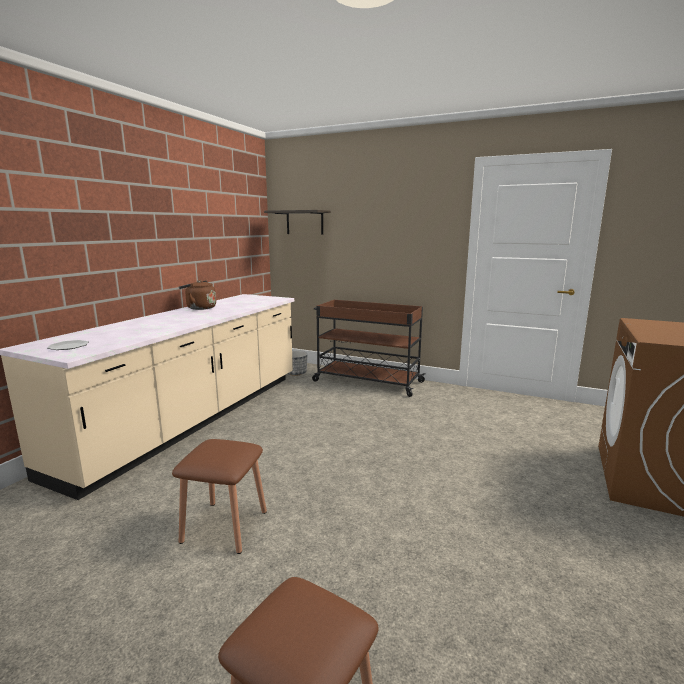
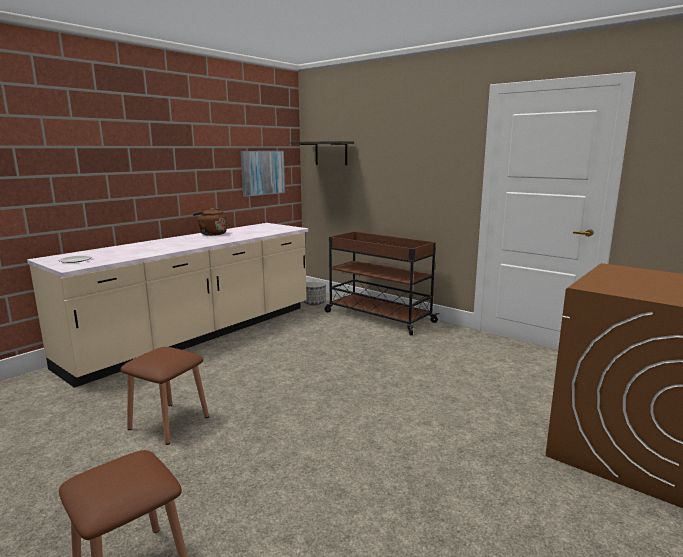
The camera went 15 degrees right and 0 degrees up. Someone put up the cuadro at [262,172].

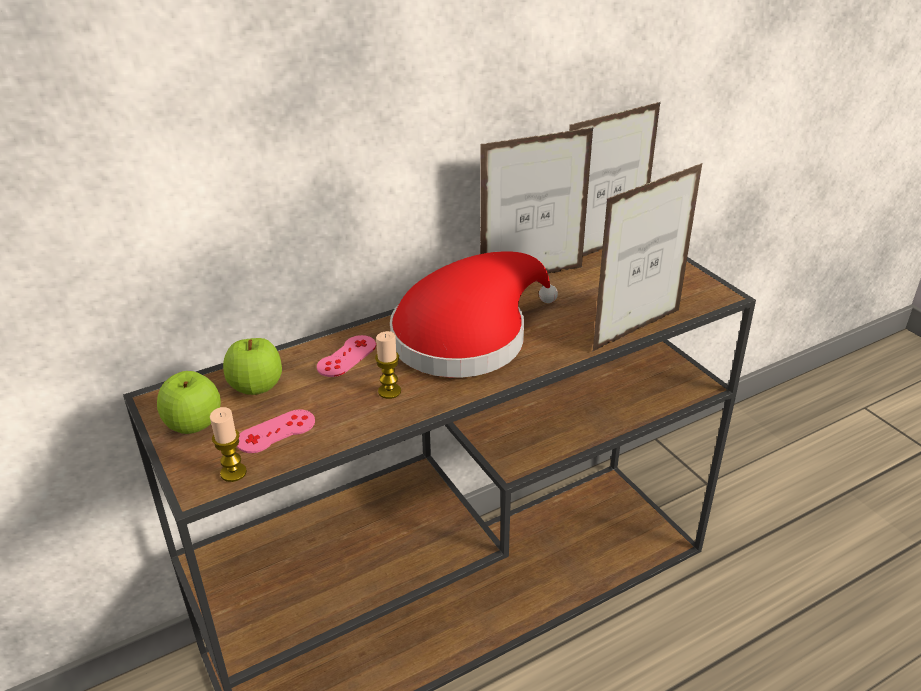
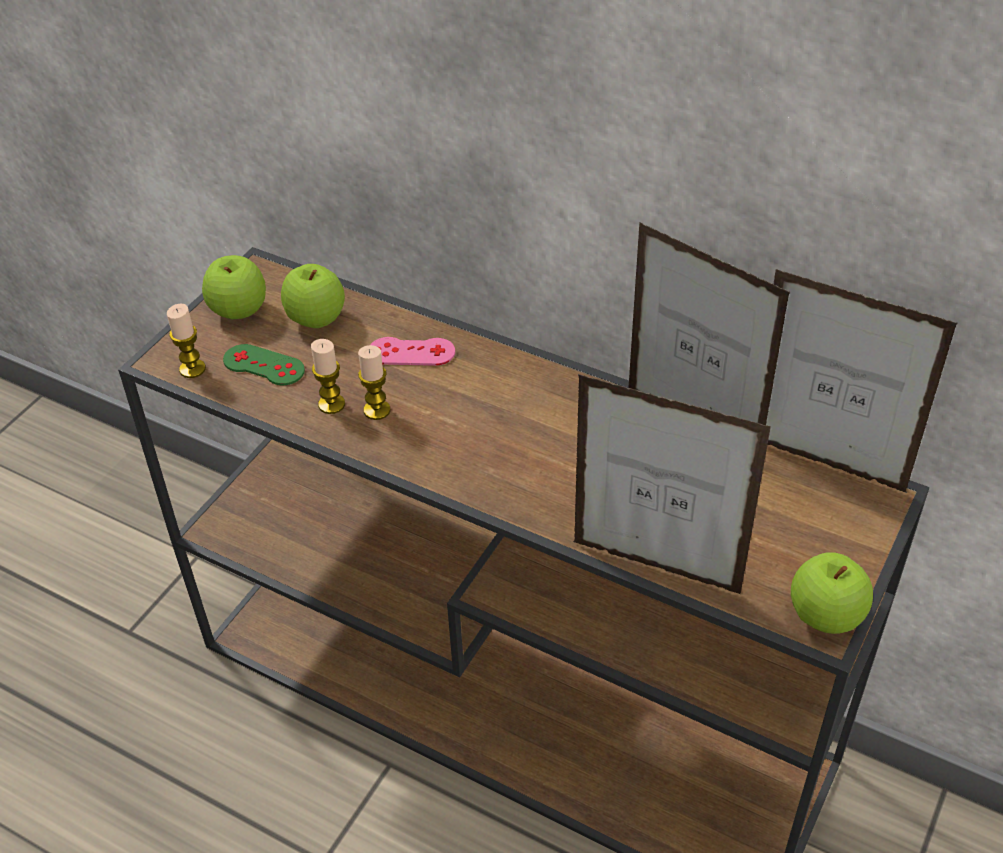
The camera went 60 degrees right and 10 degrees up. Someone took away the sombrero (rojo) at [467,336]. Someone put down the vela at [331,404]. Someone put down the manzana at [825,616]. Someone repainted the mando de consola (rosa) at [276,431], which became the mando de consola (verde) at [264,365].

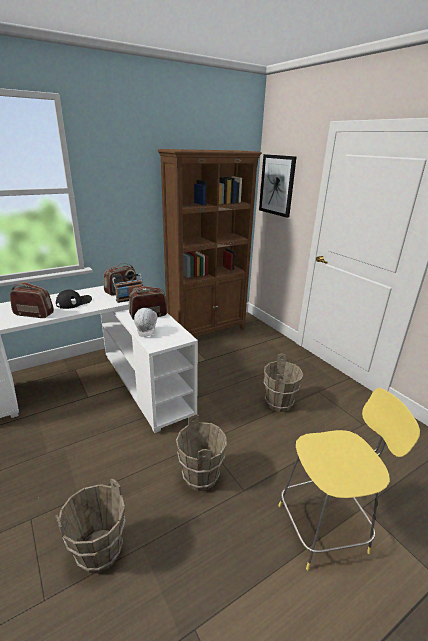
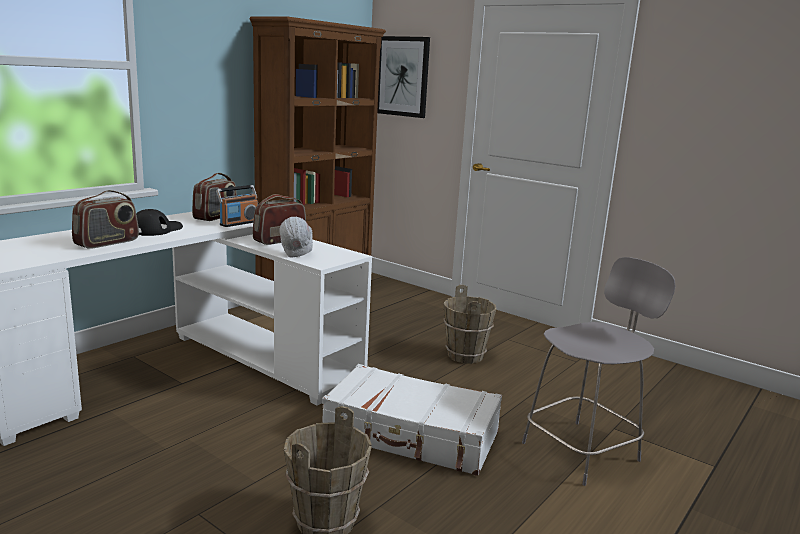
The camera went 20 degrees left and 10 degrees down. Someone swapped the cubo (marrón) at [201,476] for the maleta (blanco) at [411,435]. Someone repainted the taburete (amarillo) at [325,527], which became the taburete (gris) at [583,450]. Someone rotated the radio at [34,314] by 135 degrees clockwise.

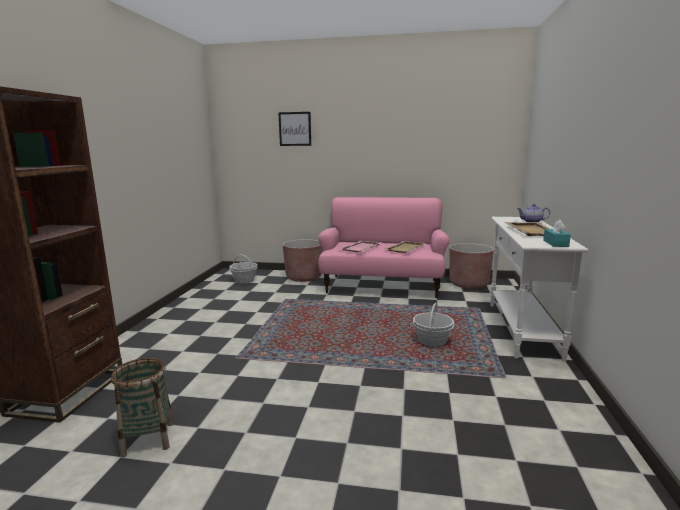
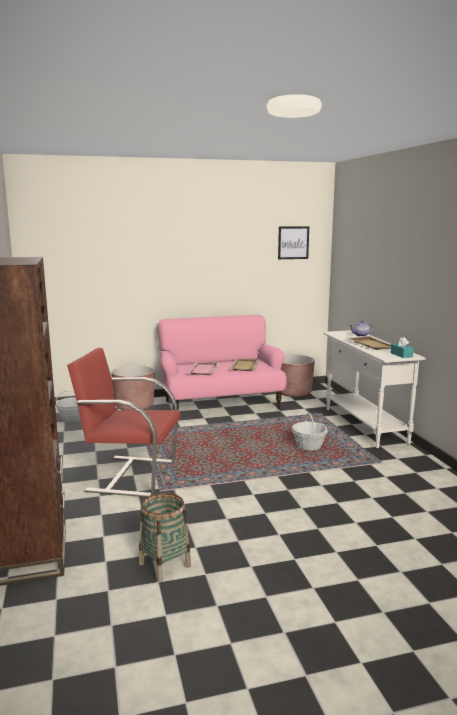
The camera went 25 degrees left and 0 degrees up. Someone put down the sillón (rojo) at [131,475]. Someone carried the cuadro from [295,129] to [293,242].

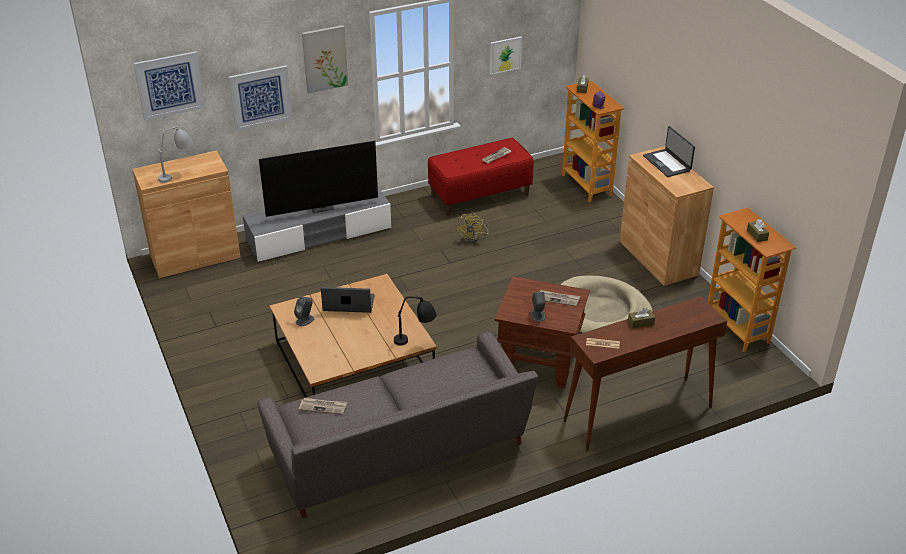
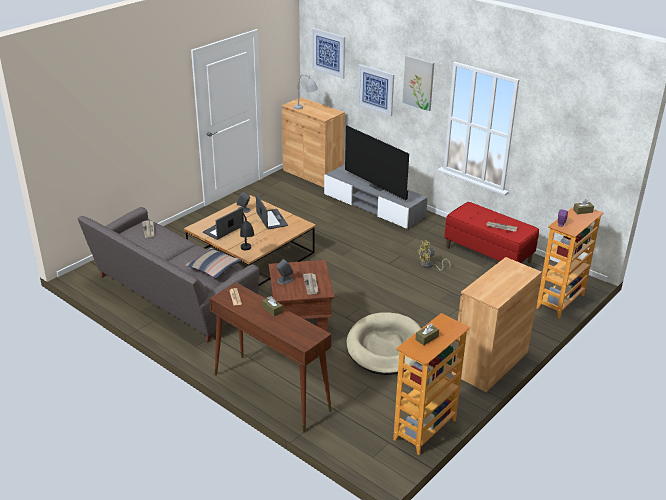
The camera went 65 degrees right and 5 degrees down. Someone took away the cuadro at [505,55]. Someone put down the cojín at [214,267]. Someone carried the portátil from [667,163] to [224,229].

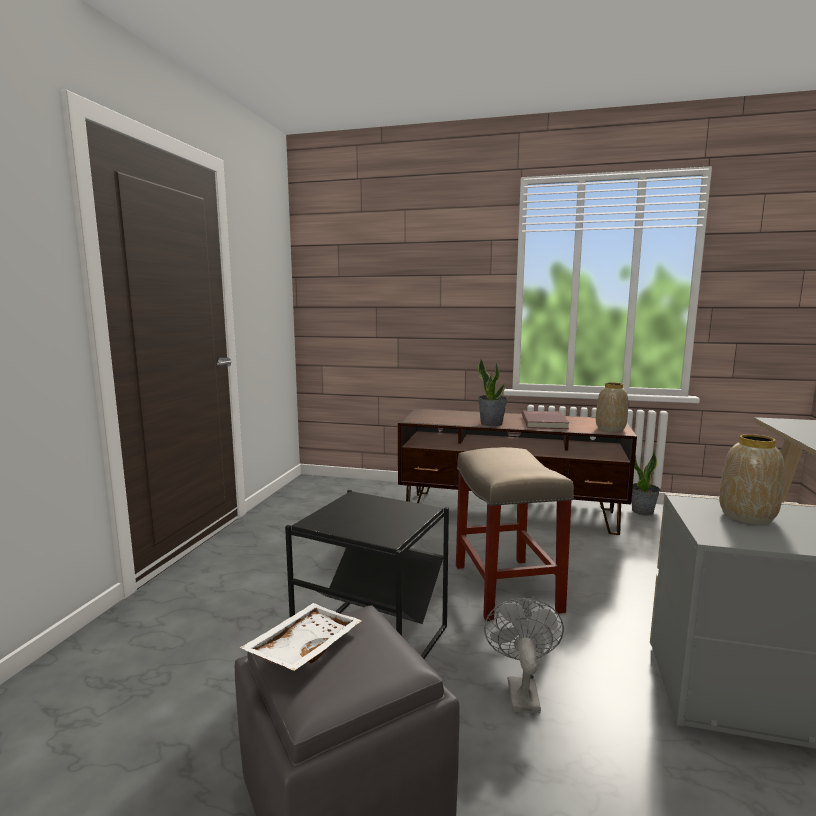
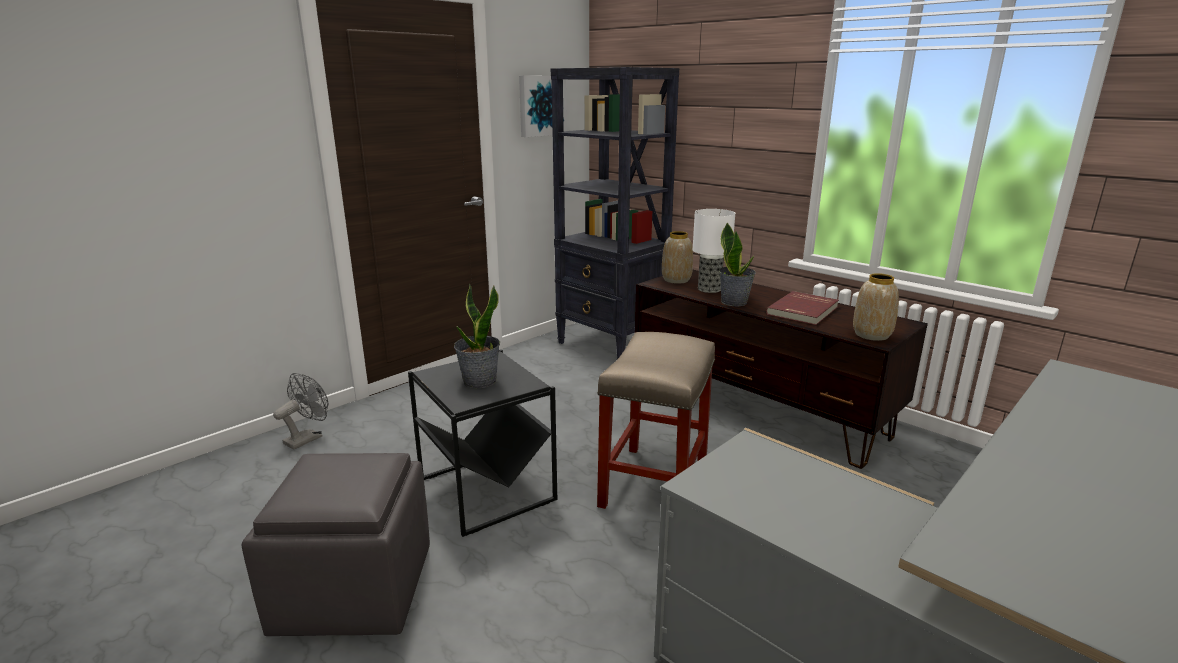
The camera went 30 degrees right and 10 degrees up. Someone took away the bandeja (blanco) at [303,647]. Someone put up the cuadro at [541,106]. Someone put down the estantería (negro) at [611,345]. Someone put down the lámpara de mesa at [709,289]. Someone carried the ventilador (gris) from [521,690] to [308,438]. Someone carried the planta en maceta from [643,511] to [479,381]. Someone carried the florero from [746,516] to [676,280].

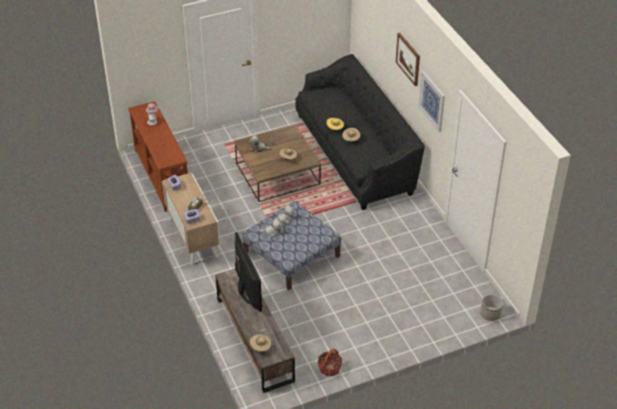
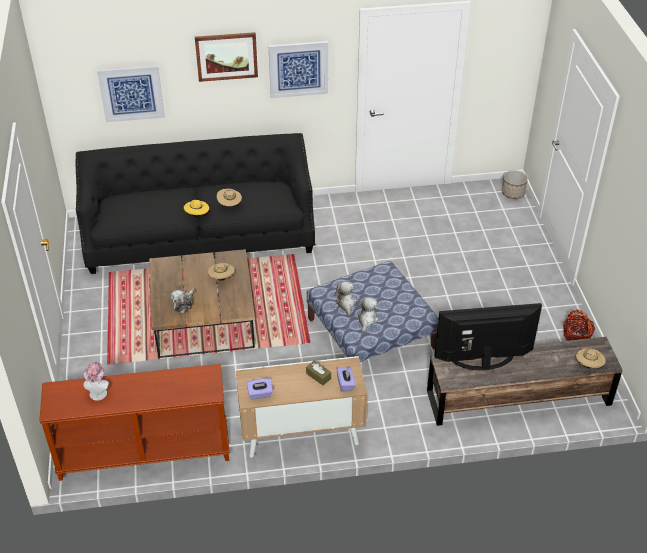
The camera went 75 degrees left and 0 degrees up. Someone put up the cuadro at [131,93].

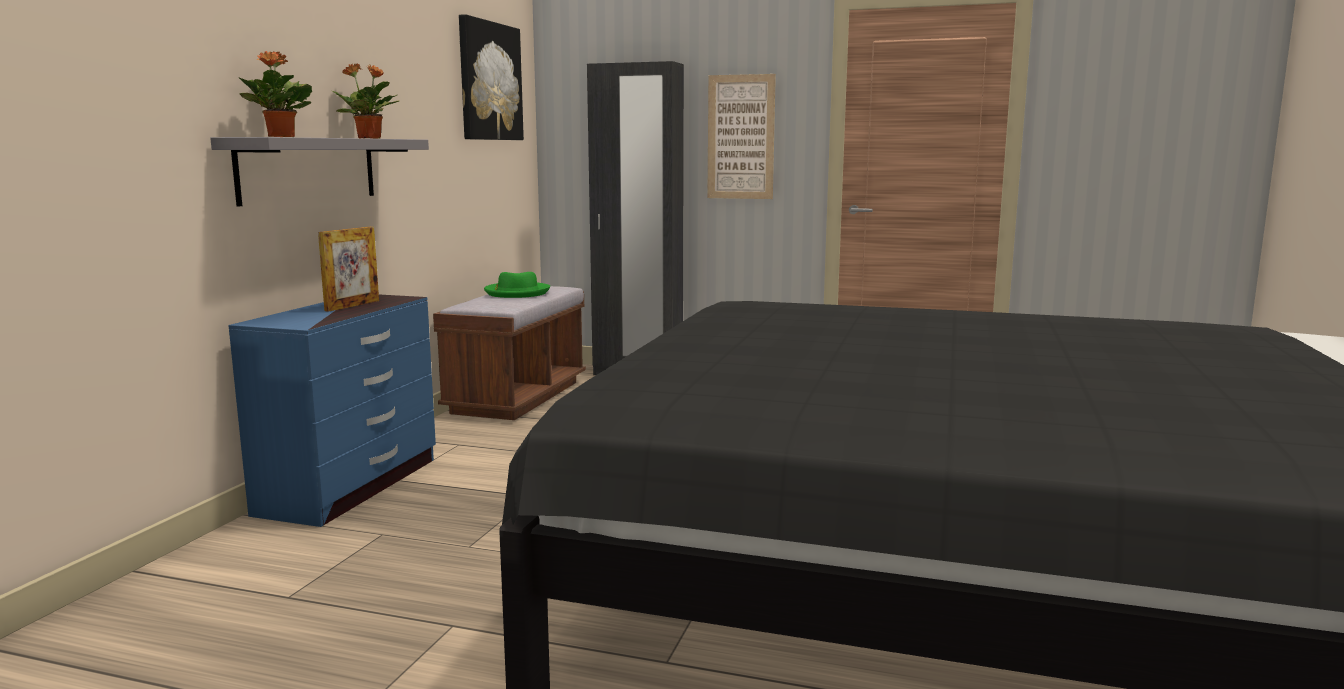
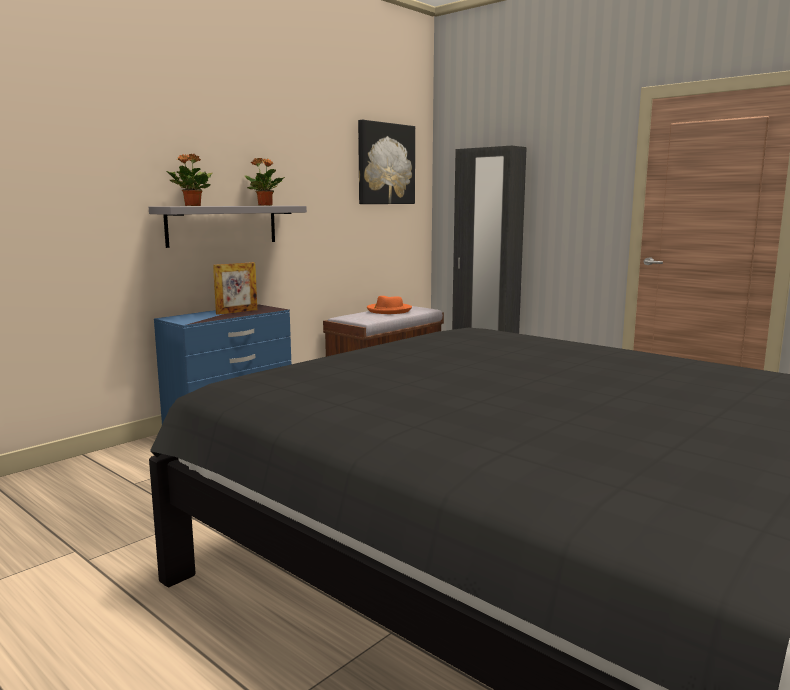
The camera went 25 degrees right and 0 degrees up. Someone took away the cuadro at [741,137]. Someone repainted the sombrero (verde) at [516,293], which became the sombrero (naranja) at [389,310].

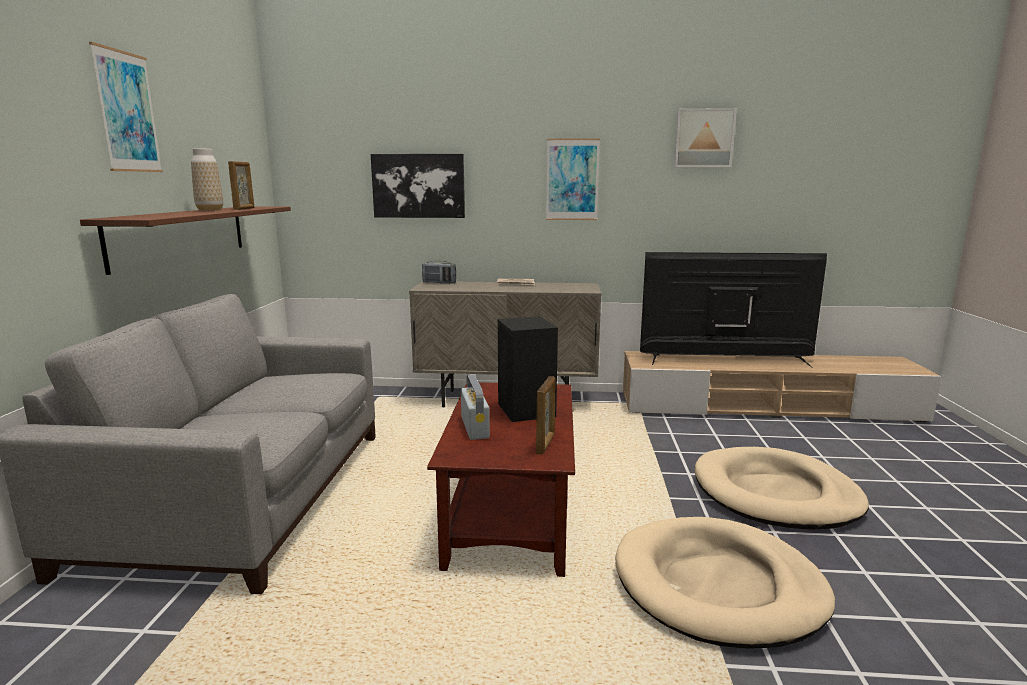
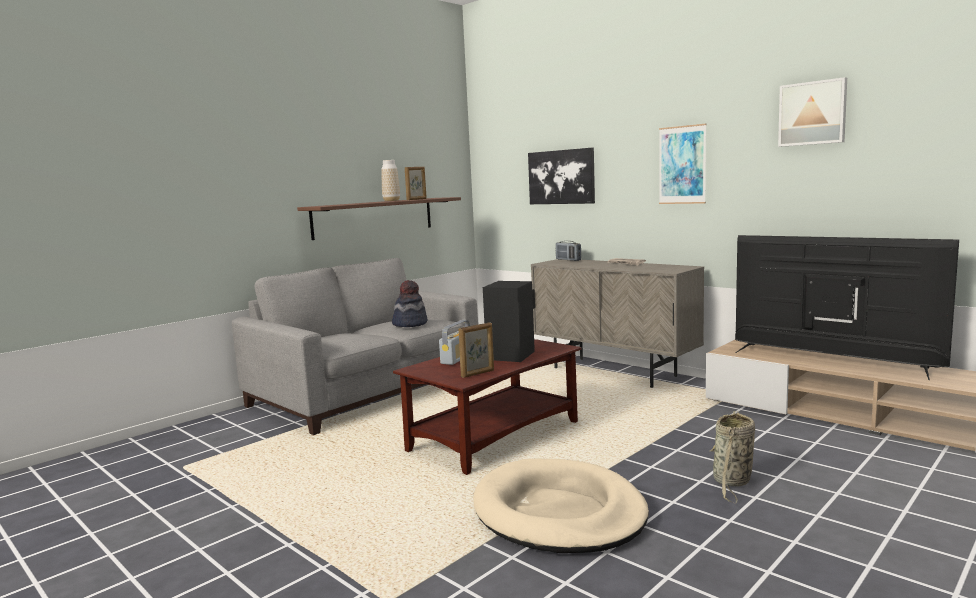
The camera went 40 degrees right and 5 degrees down. Someone took away the cuadro at [127,112]. Someone put down the sombrero at [410,324]. Someone swapped the cama para perro (beis) at [775,494] for the cesta at [732,482].

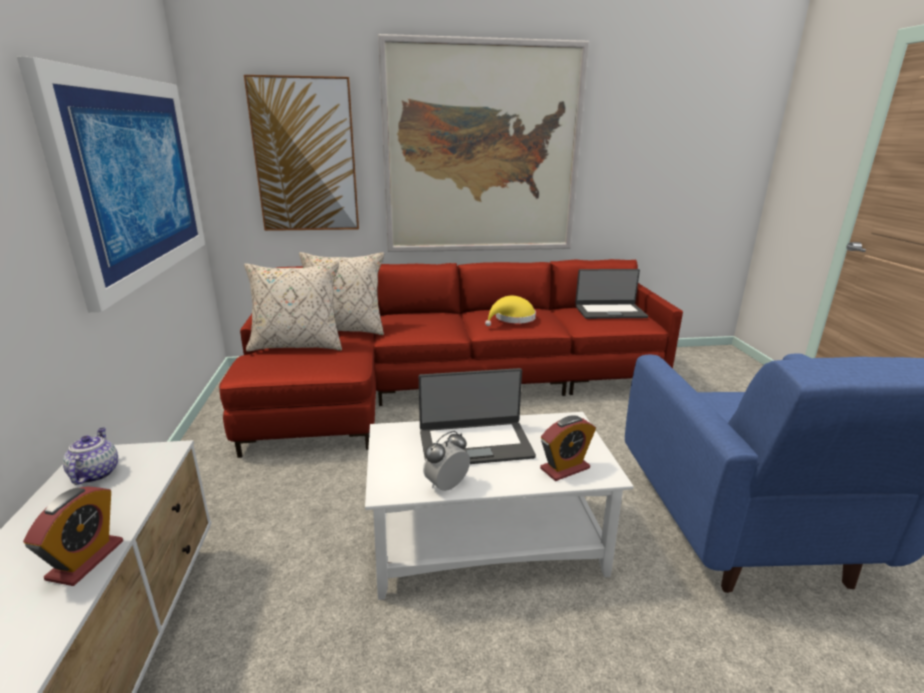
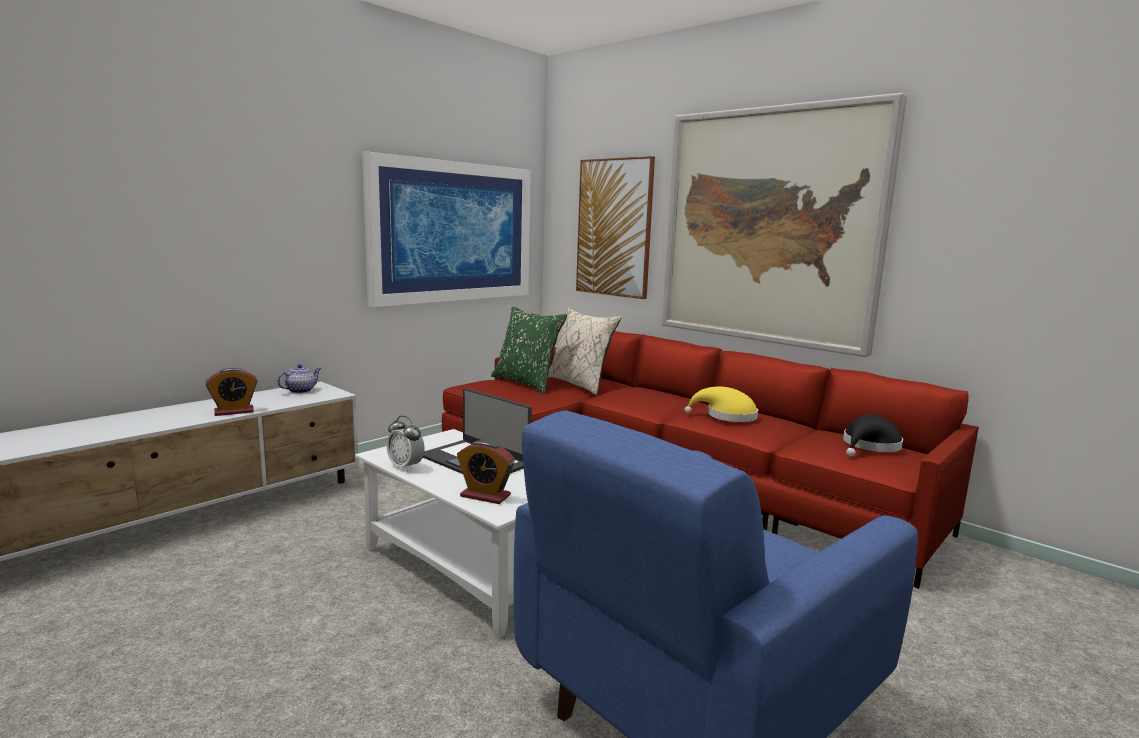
The camera went 50 degrees right and 10 degrees down. Someone swapped the portátil at [610,311] for the sombrero (negro) at [869,446]. Someone repainted the cojín (beis) at [297,345], which became the cojín (verde) at [526,383]. Someone rotated the despertador at [447,486] by 150 degrees counterclockwise.

